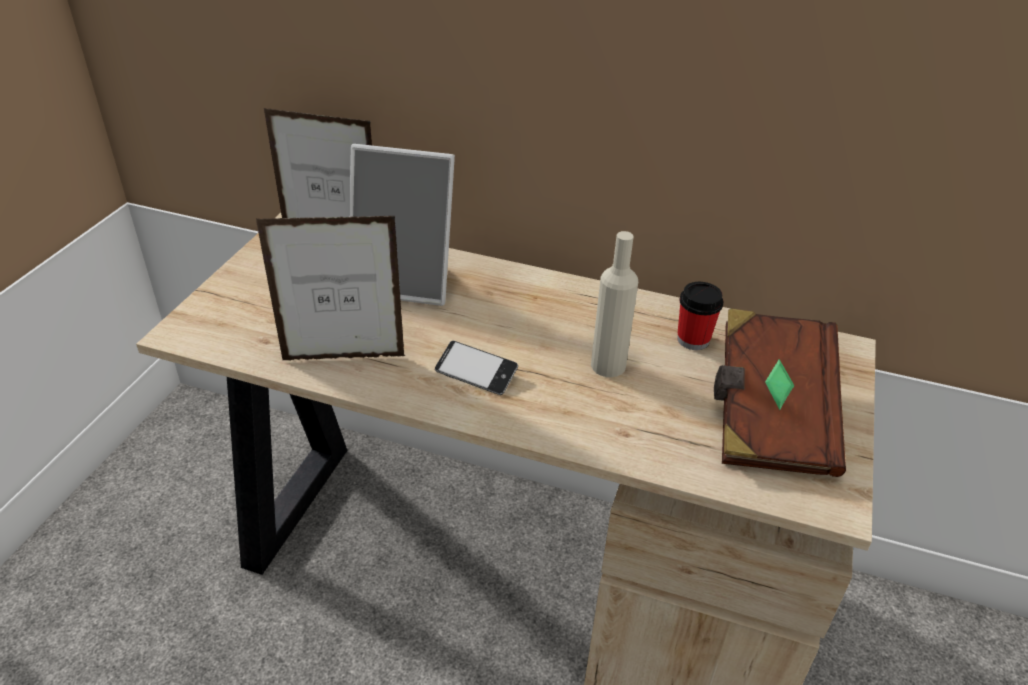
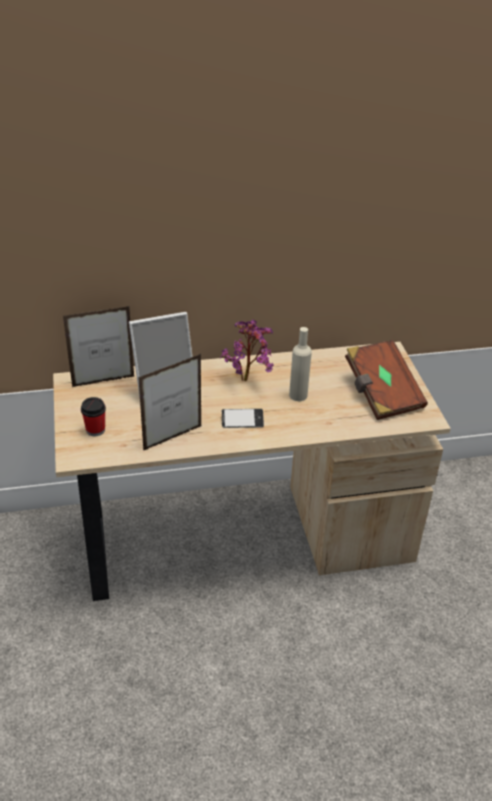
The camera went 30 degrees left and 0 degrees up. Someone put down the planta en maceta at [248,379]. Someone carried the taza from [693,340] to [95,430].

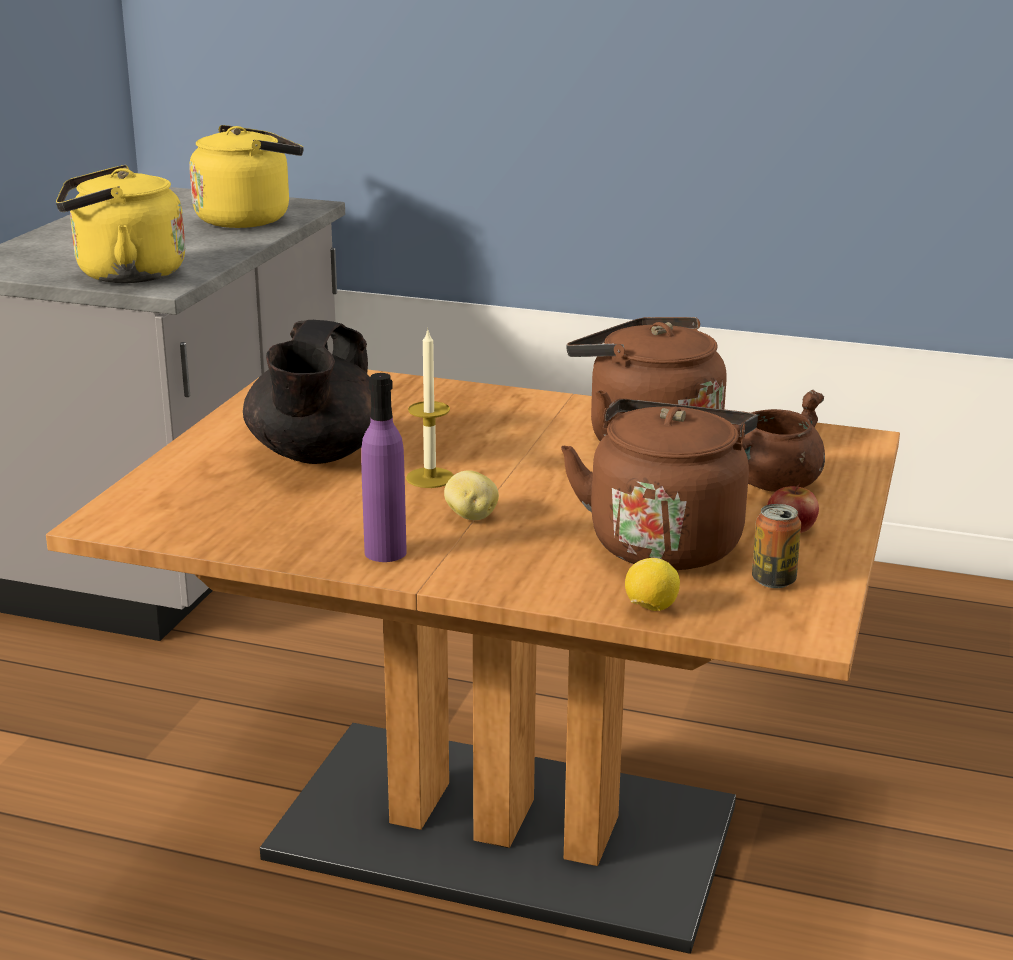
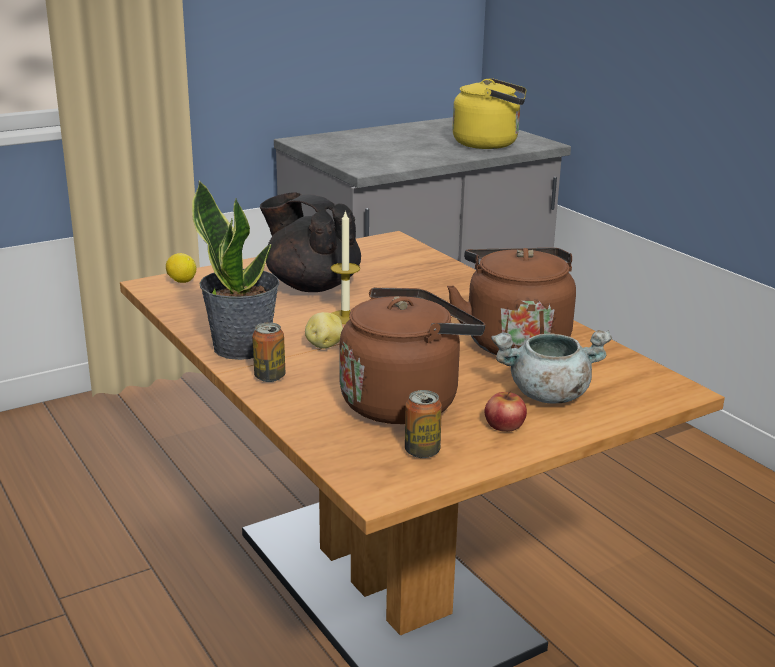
The camera went 40 degrees right and 0 degrees up. Someone took away the hervidor (amarillo) at [123,274]. Someone put down the lata at [269,377]. Someone carried the limón from [651,608] to [181,281]. Someone swapped the botella (morado) at [385,552] for the planta en maceta at [242,347]. Someone repainted the olla (marrón) at [772,484], which became the olla (gris) at [547,395]. Someone rotated the tetera (negro) at [316,455] by 75 degrees clockwise.

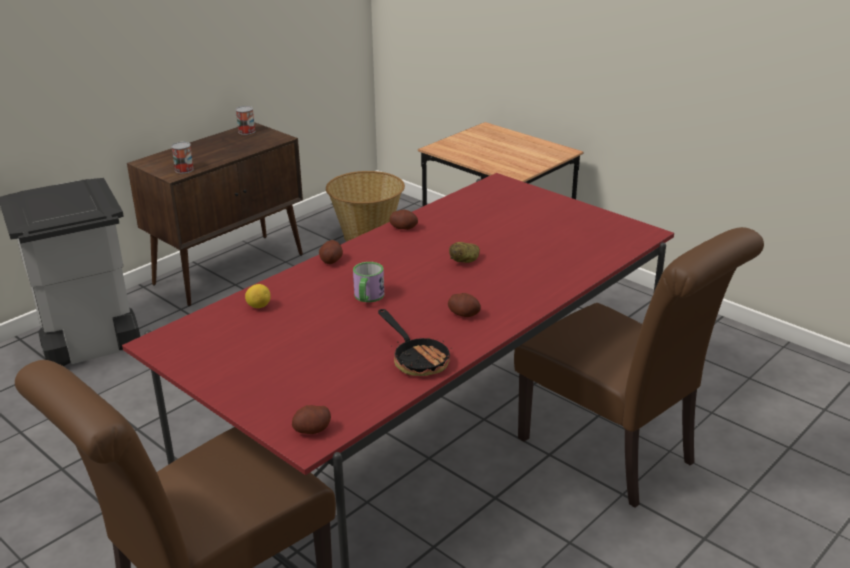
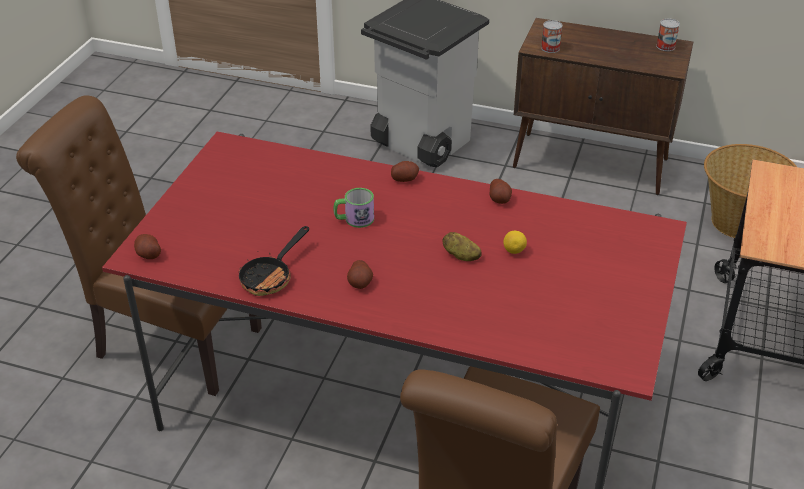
The camera went 65 degrees right and 10 degrees up. Someone carried the limón from [259,306] to [514,250].

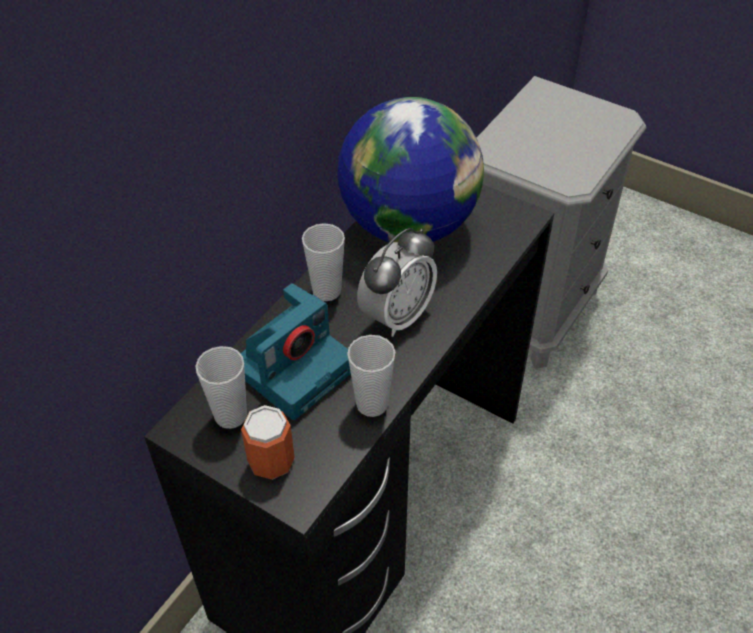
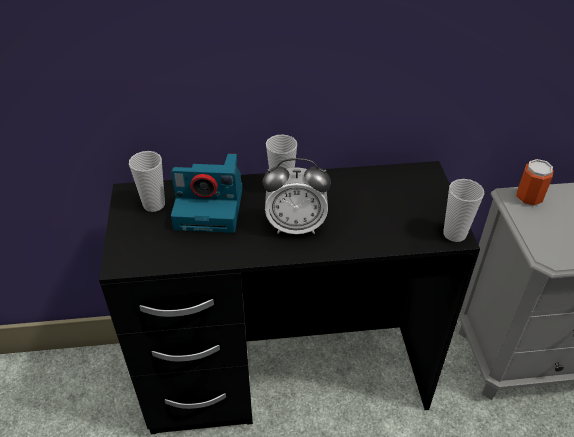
The camera went 50 degrees right and 5 degrees down. Someone took away the globo terráqueo at [408,225]. Someone carried the lata from [271,462] to [529,198]. Someone carried the taza from [372,404] to [454,234].

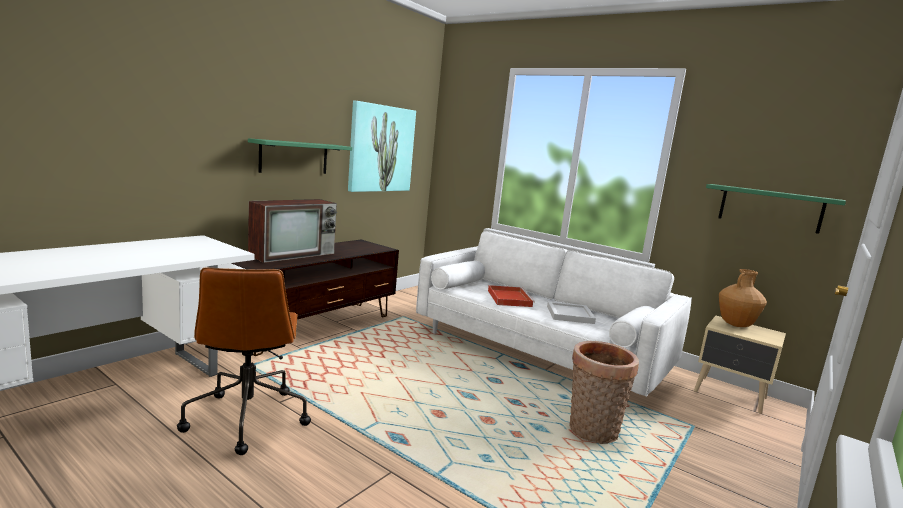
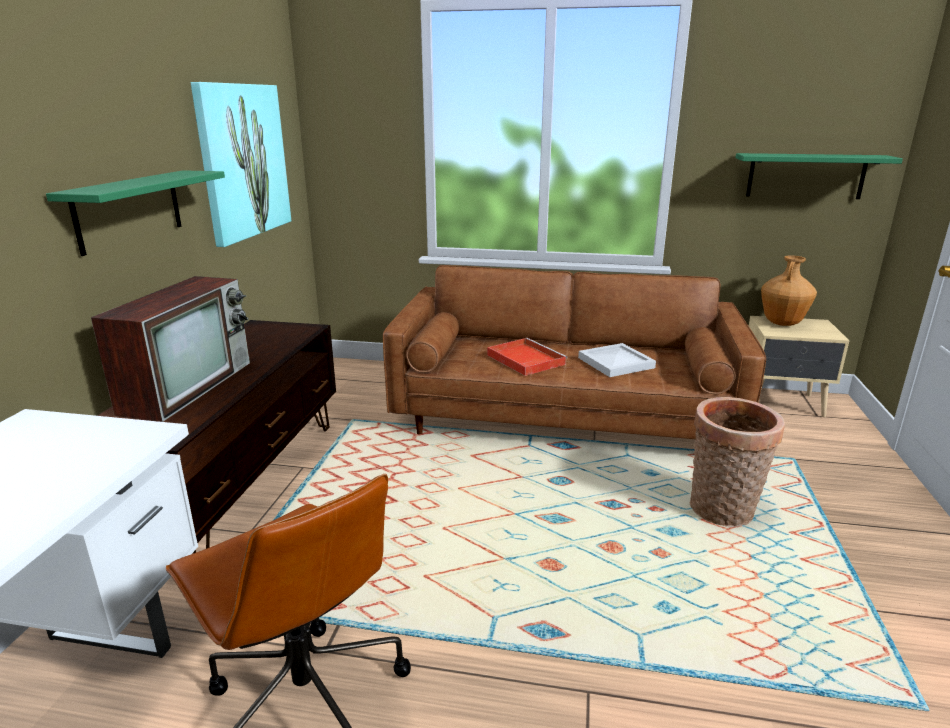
The camera went 25 degrees left and 10 degrees up. Someone repainted the sofá (blanco) at [539,352], which became the sofá (marrón) at [563,416].

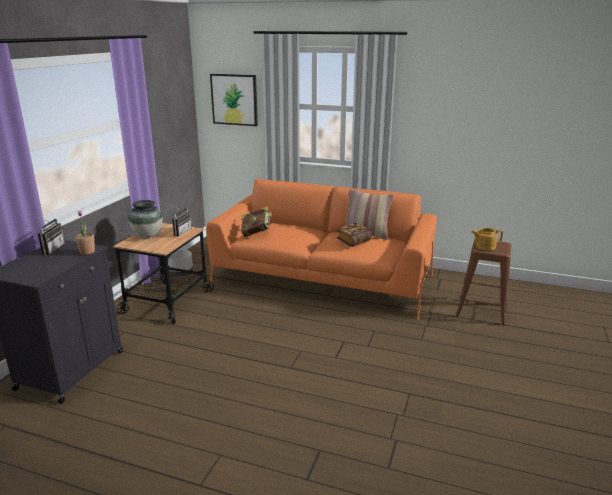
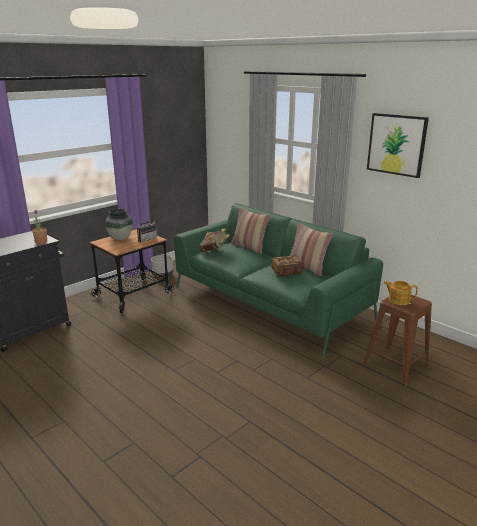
The camera went 25 degrees right and 0 degrees up. Someone took away the radio at [50,249]. Someone put down the cojín at [249,247]. Someone carried the cuadro from [234,99] to [396,144]. Someone repainted the sofá (naranja) at [323,279], which became the sofá (verde) at [270,303].

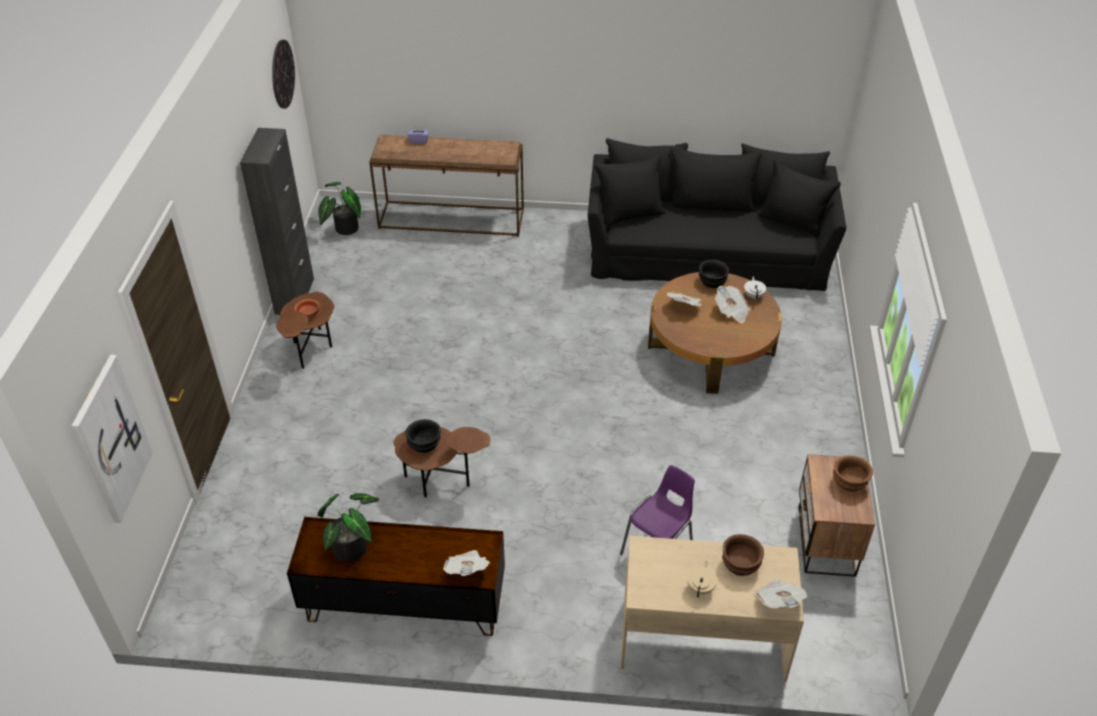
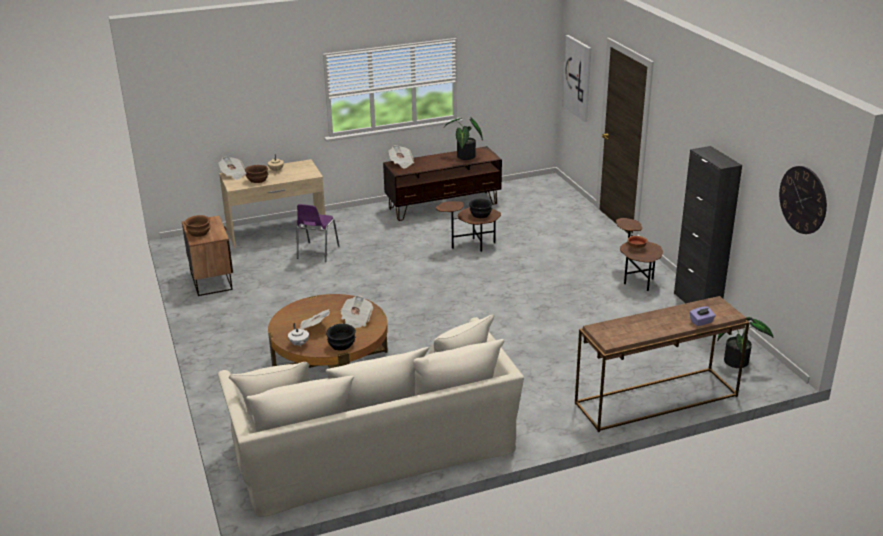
The camera went 155 degrees right and 15 degrees down. Someone repainted the sofá (negro) at [707,252], which became the sofá (beis) at [373,446].

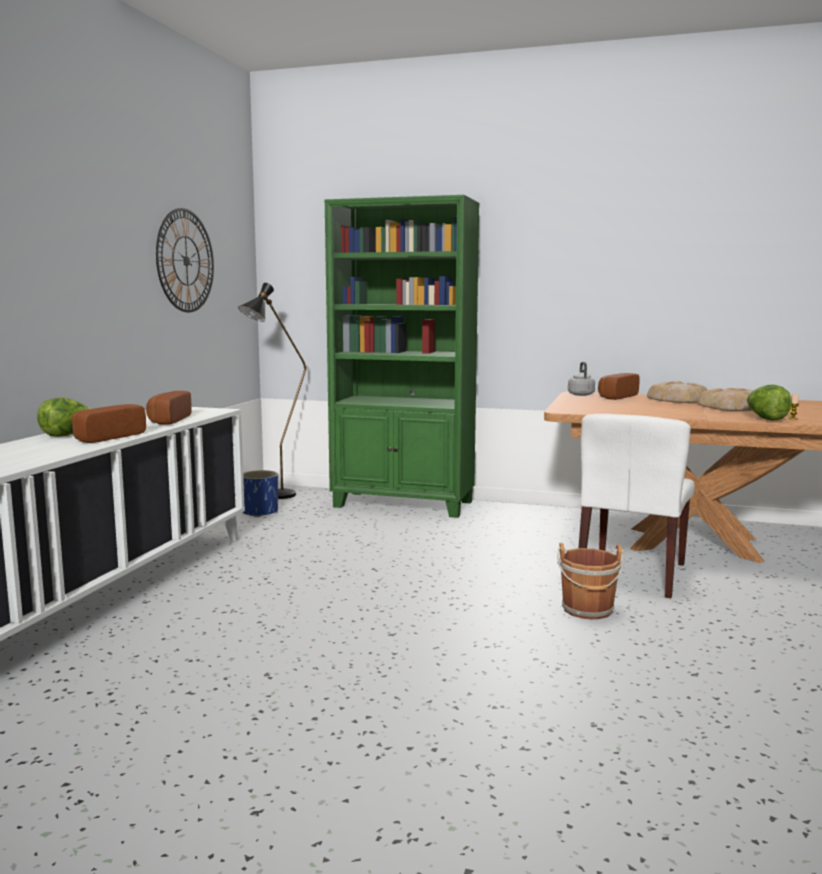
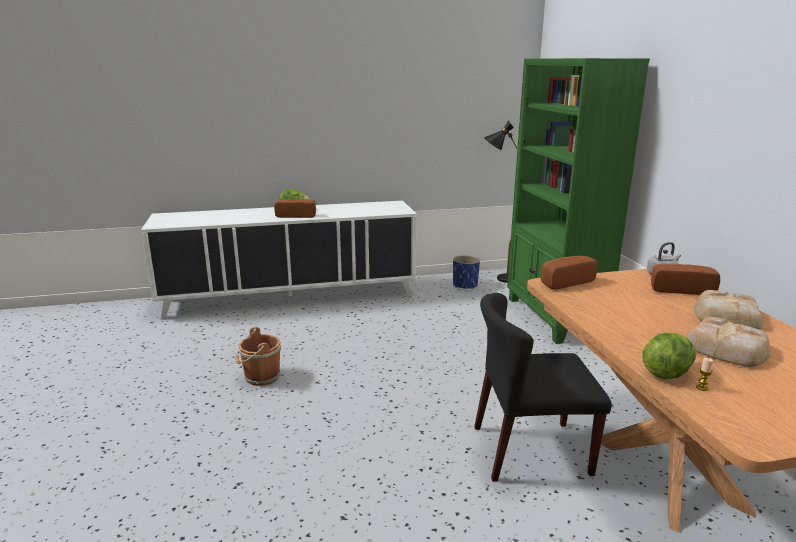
The camera went 60 degrees right and 10 degrees up. Someone took away the reloj de pared at [186,261]. Someone carried the pan from [167,420] to [564,282]. Someone carried the cubo (marrón) from [588,610] to [260,377]. Someone repainted the silla (blanco) at [632,574], which became the silla (negro) at [529,450].

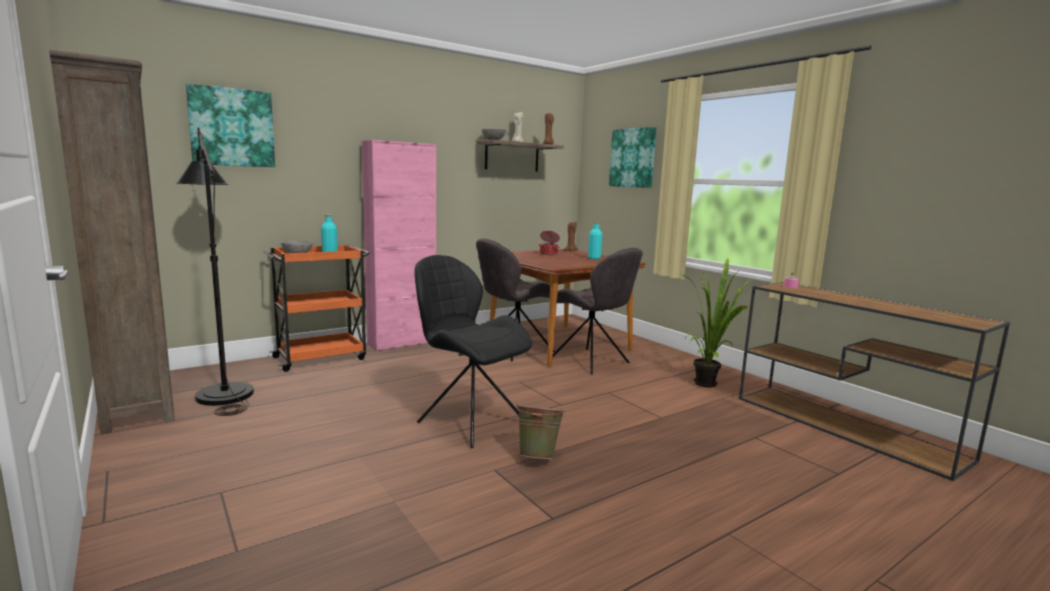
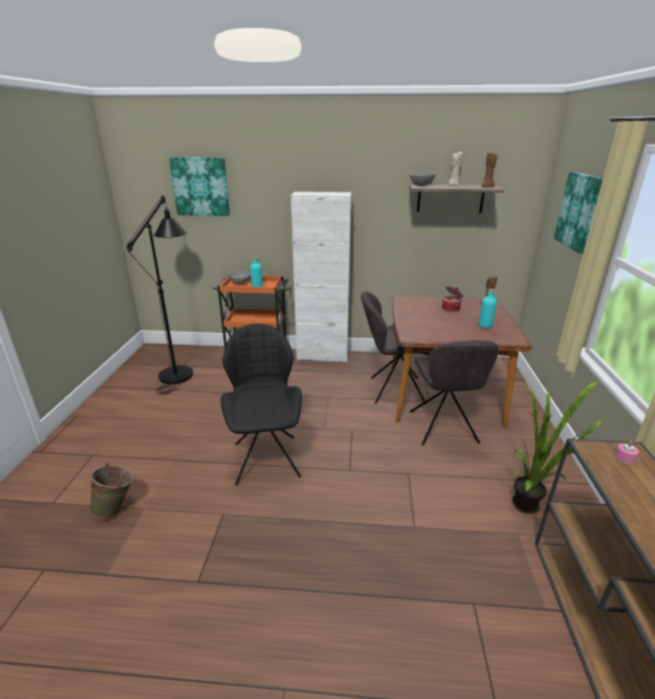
The camera went 40 degrees right and 15 degrees up. Someone took away the estantería (marrón) at [138,400]. Someone carried the cubo (verde) from [538,456] to [117,508]. Someone repainted the armario (rosa) at [401,343], which became the armario (blanco) at [322,356].

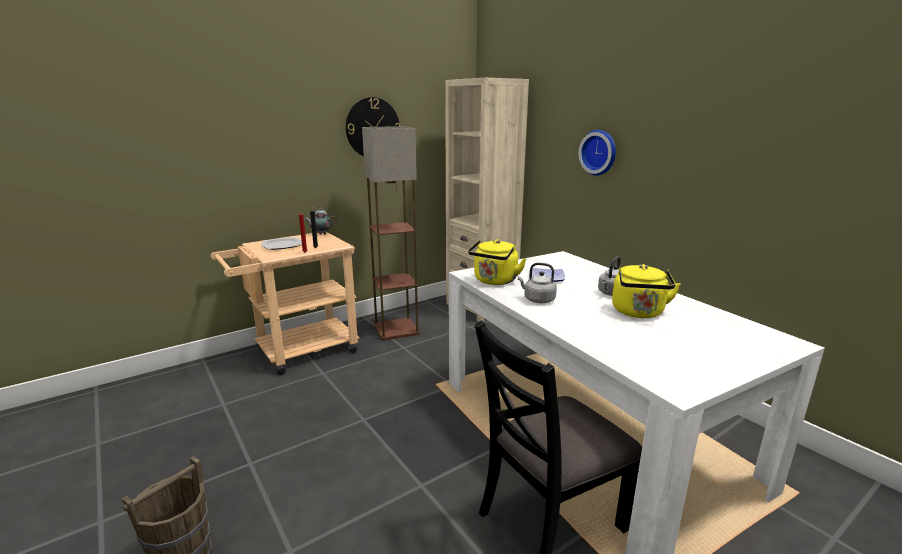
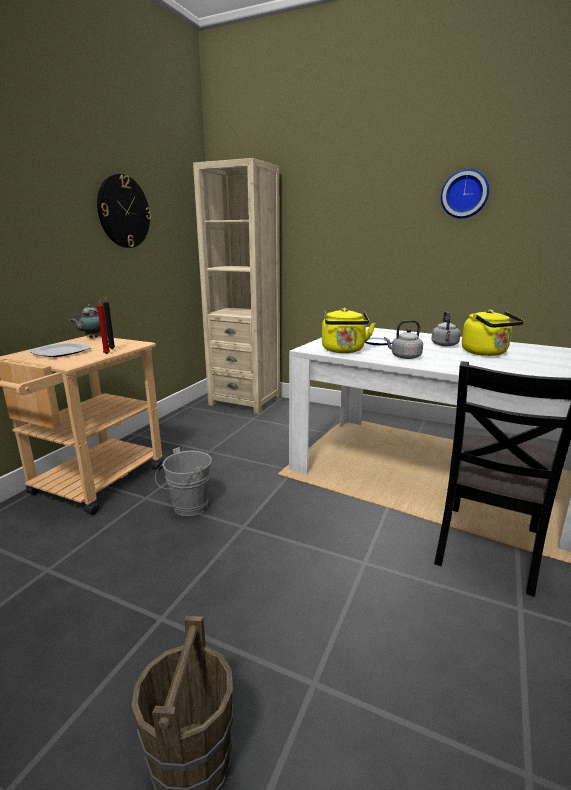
The camera went 30 degrees left and 0 degrees up. Someone took away the lámpara de pie at [396,329]. Someone put down the cubo (gris) at [187,507]. Someone carried the reloj de pared from [599,152] to [464,194].

